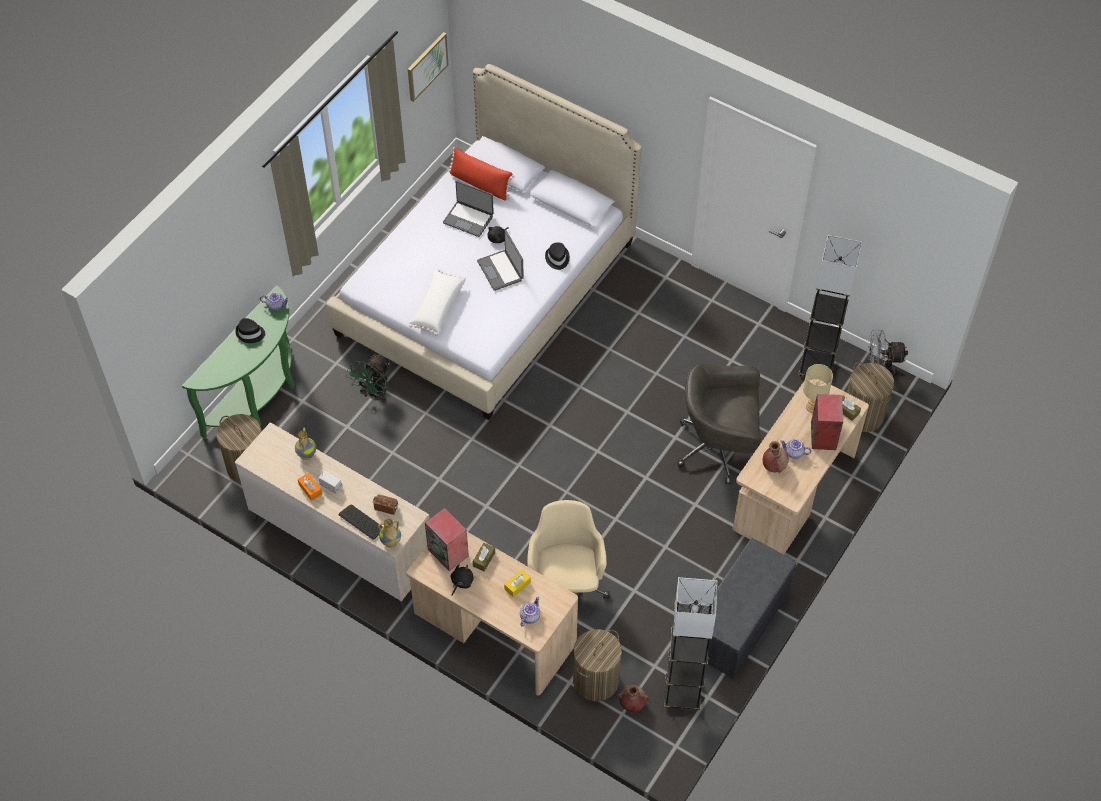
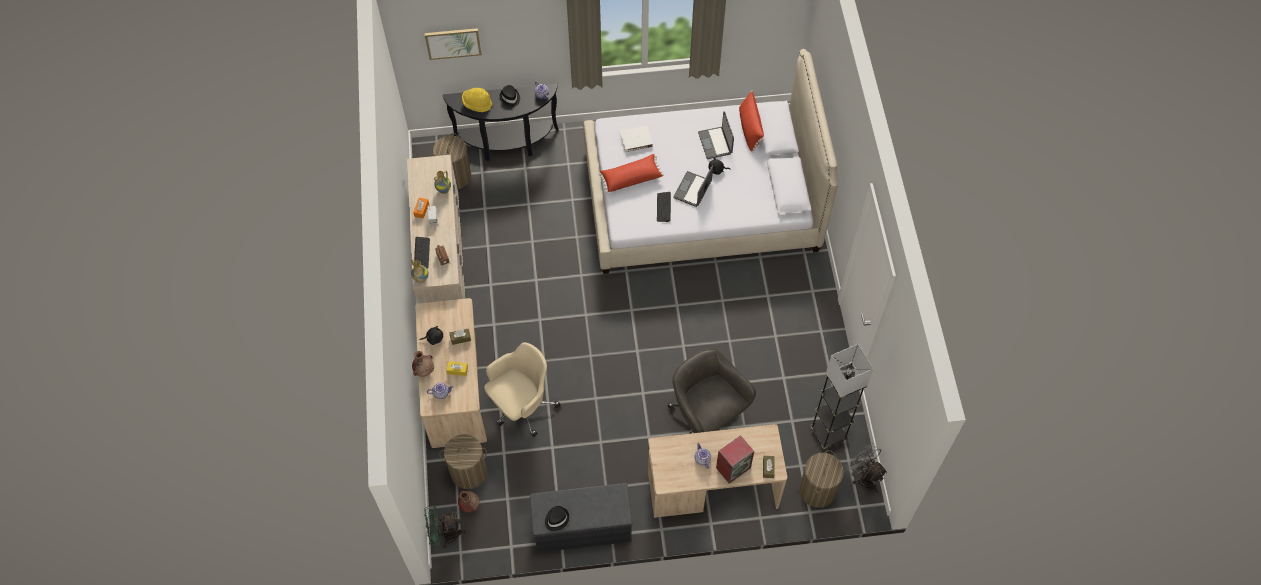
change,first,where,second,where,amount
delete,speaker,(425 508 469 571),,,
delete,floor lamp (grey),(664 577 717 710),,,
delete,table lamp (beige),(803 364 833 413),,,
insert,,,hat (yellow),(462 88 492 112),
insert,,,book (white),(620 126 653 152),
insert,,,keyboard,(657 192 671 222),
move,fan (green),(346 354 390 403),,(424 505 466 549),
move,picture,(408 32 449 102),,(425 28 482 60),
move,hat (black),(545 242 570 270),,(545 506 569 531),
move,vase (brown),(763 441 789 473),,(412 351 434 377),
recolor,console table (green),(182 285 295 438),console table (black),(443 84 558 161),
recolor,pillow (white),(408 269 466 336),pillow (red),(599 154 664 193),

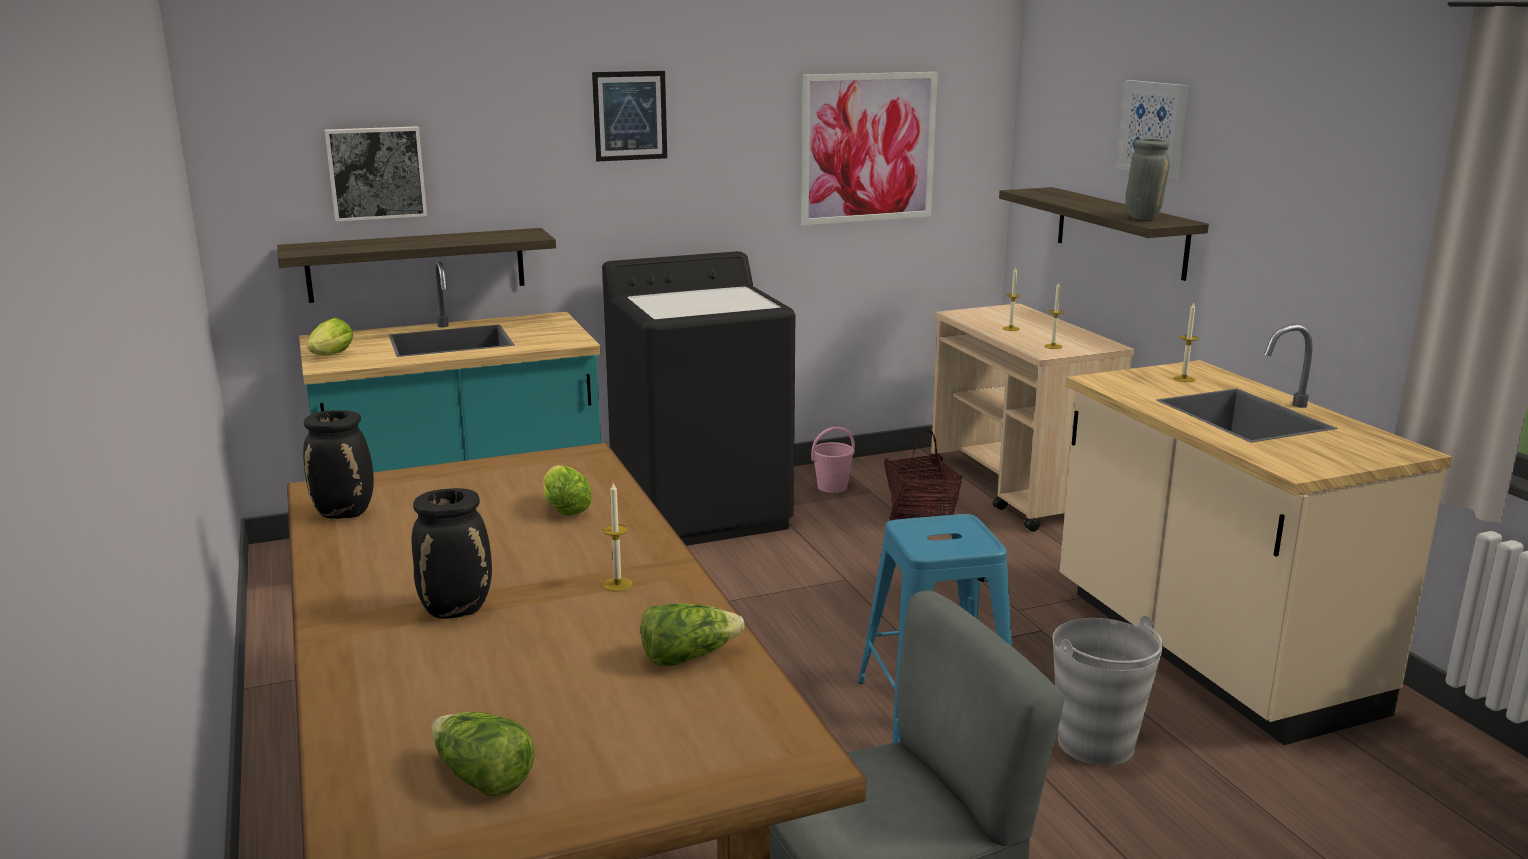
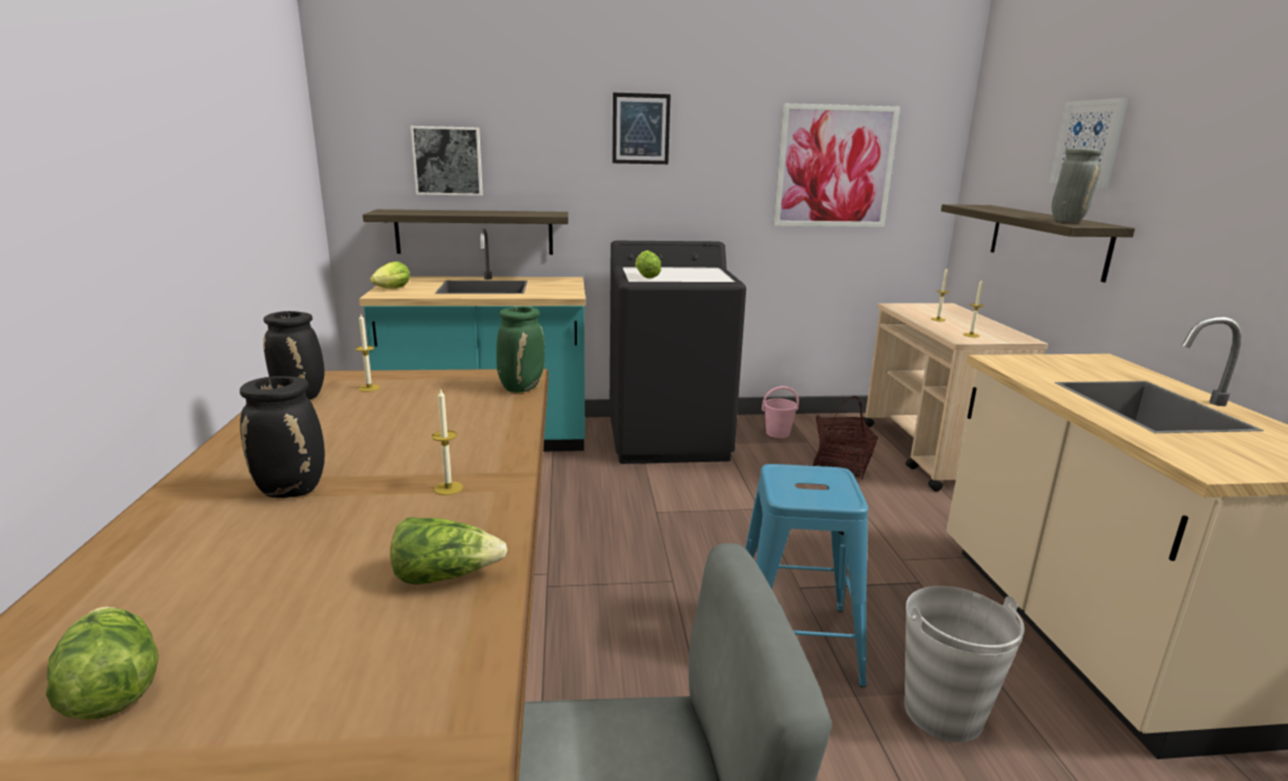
change,first,where,second,where,amount
insert,,,vase (green),(496 306 545 393),
move,lettuce,(543 465 592 516),,(635 250 661 279),
move,candle,(1173 302 1199 382),,(355 314 380 392),

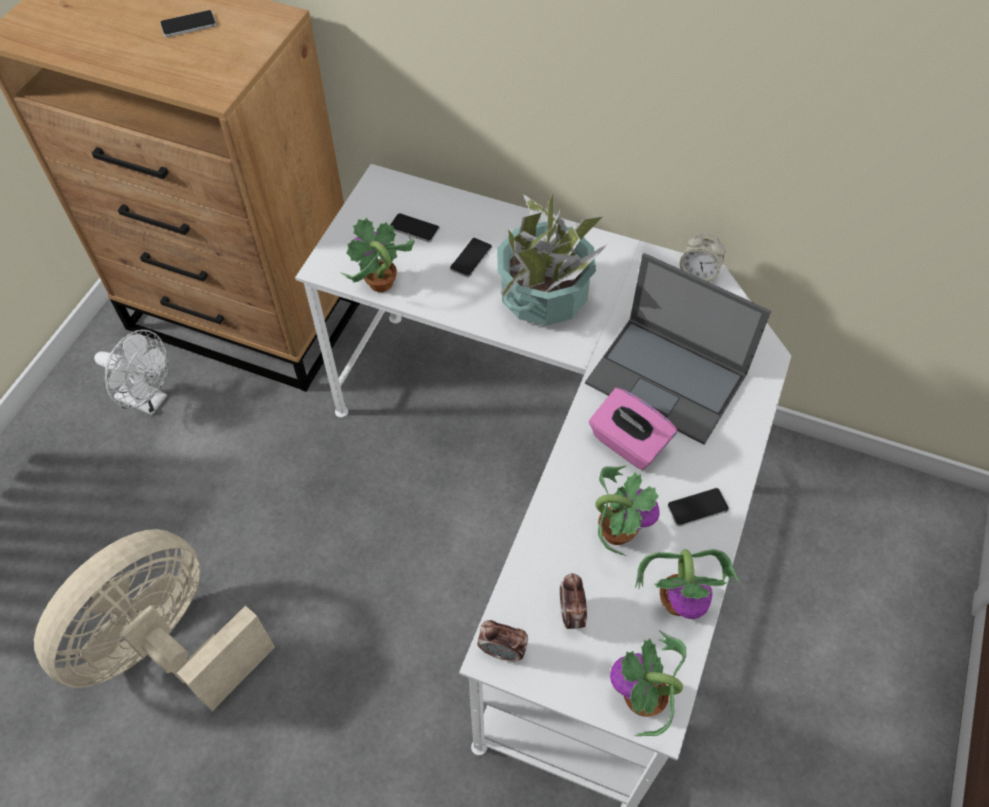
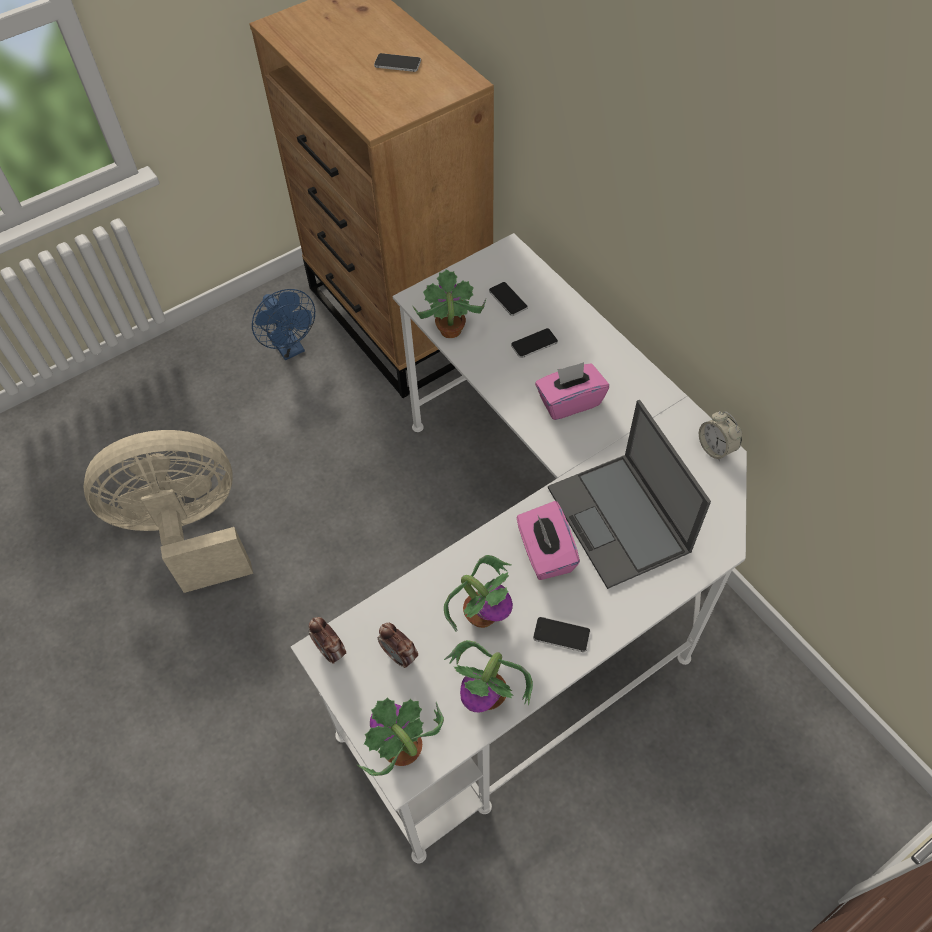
change,first,where,second,where,amount
replace,potted plant,(497 193 609 326),tissue box (pink),(535 362 609 420),
recolor,fan (white),(94 330 168 415),fan (blue),(252 289 315 360),
rotate,alarm clock,(560 573 587 629),,(378 623 418 668),75 degrees counterclockwise

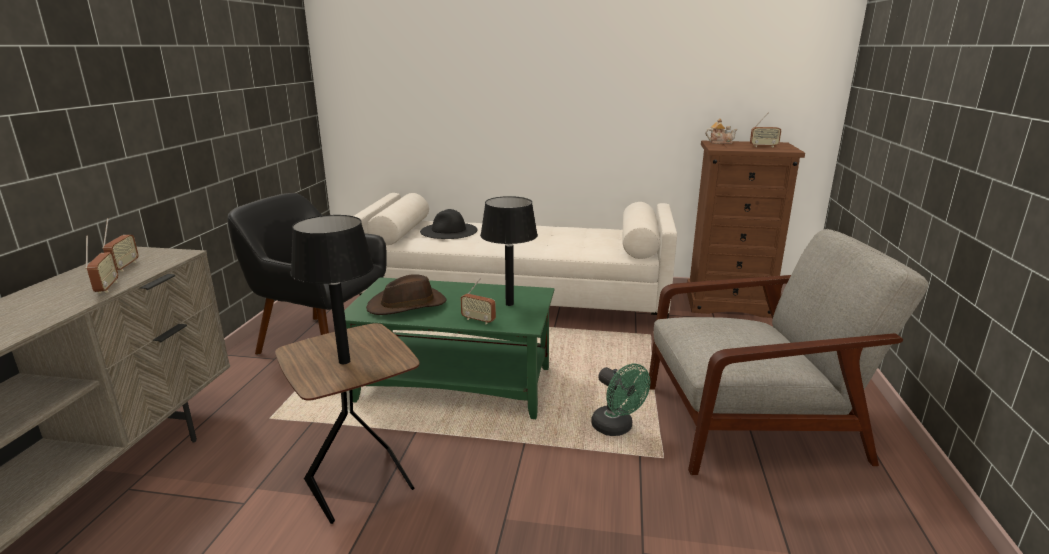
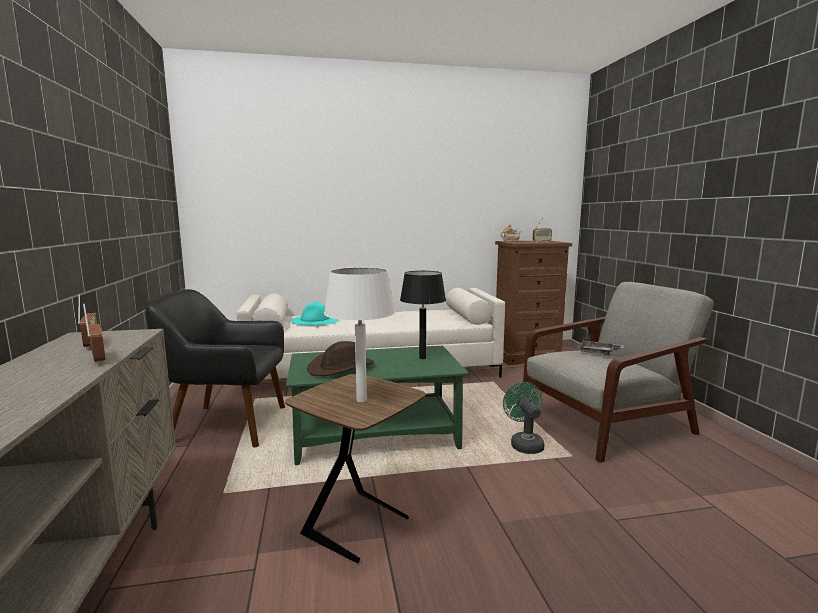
change,first,where,second,where,amount
delete,radio,(461 278 496 324),,,
insert,,,tray (grey),(578 338 624 355),
recolor,table lamp (black),(290 215 374 364),table lamp (white),(324 268 395 402),
recolor,hat (black),(420 209 477 239),hat (turquoise),(291 302 340 325),
rotate,fan (green),(591 363 650 436),,(503 382 544 454),135 degrees counterclockwise

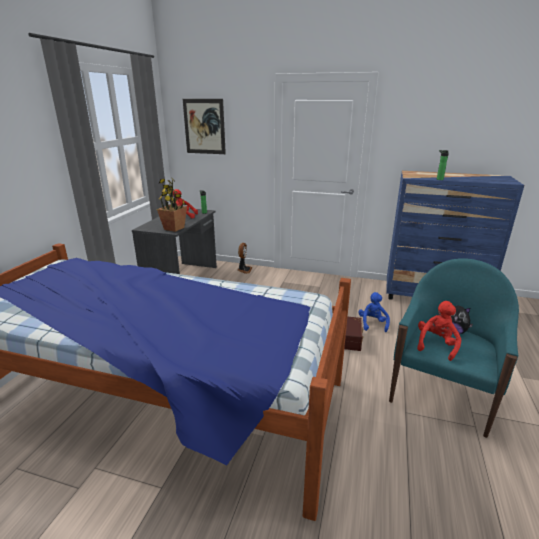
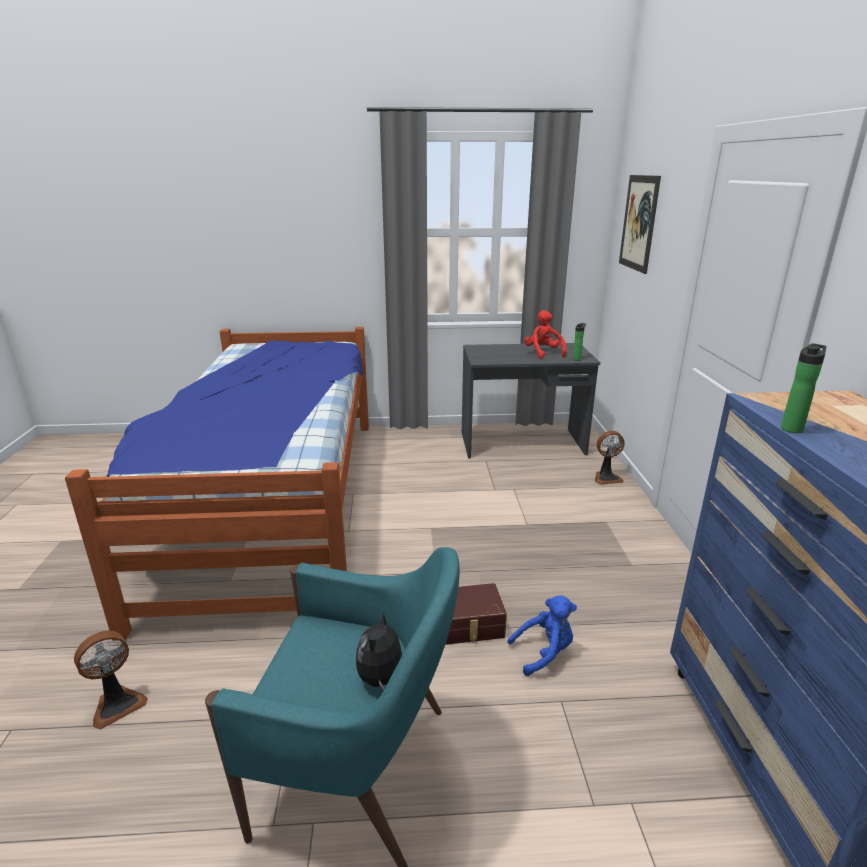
change,first,where,second,where,amount
delete,potted plant,(157 177 187 232),,,
delete,plush toy (red),(417 301 461 361),,,
insert,,,fan,(74 630 148 730),

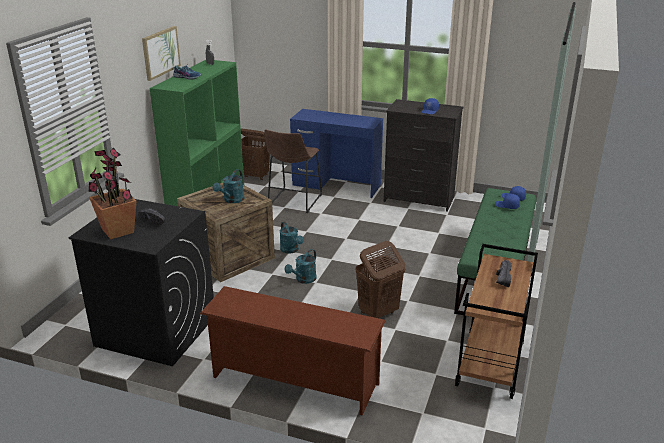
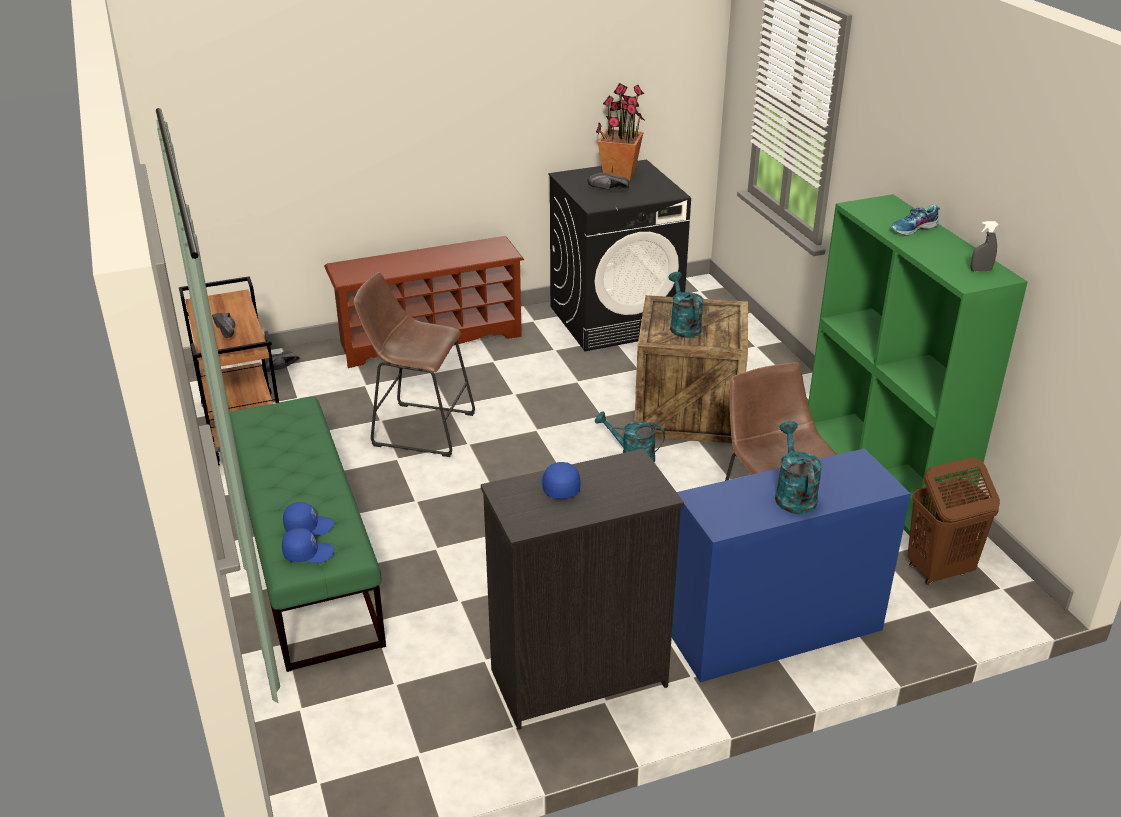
change,first,where,second,where,amount
delete,picture,(142 26 181 81),,,
insert,,,shoe (black),(262 351 299 372),
move,watering can (turquoise),(285 249 317 284),,(775 421 823 514),
replace,laundry basket (brown),(356 241 405 318),stool (brown),(353 272 475 457),

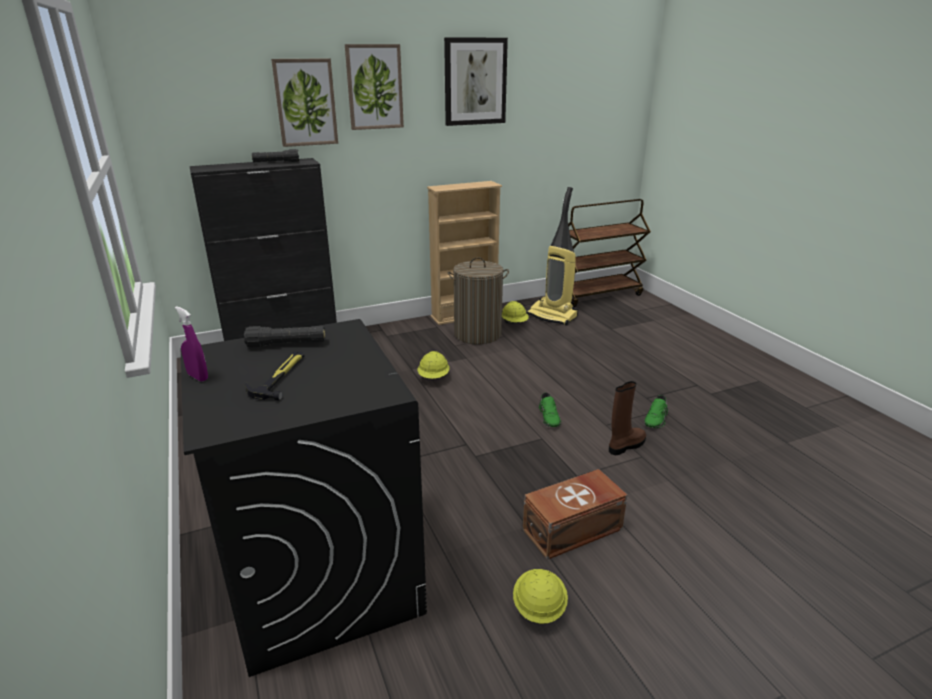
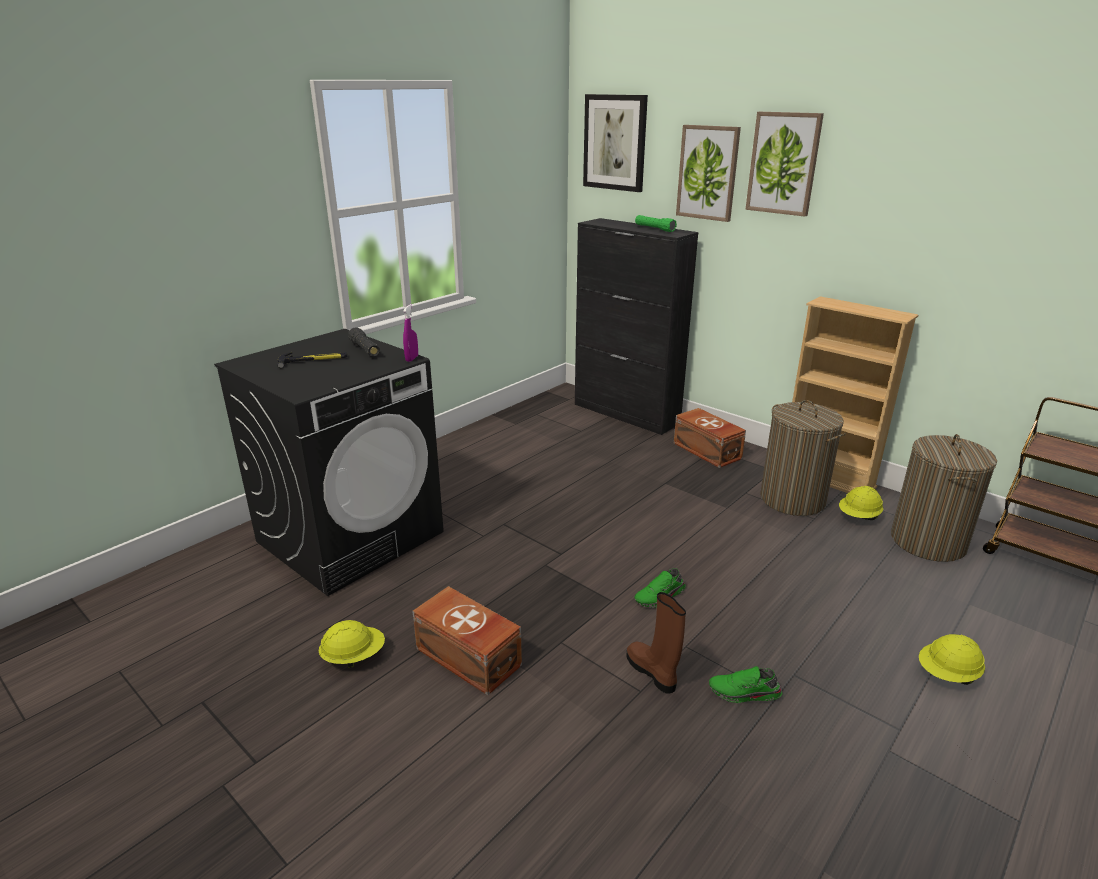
change,first,where,second,where,amount
insert,,,storage box (brown),(674 408 746 468),
move,spray bottle (purple),(175 306 208 381),,(403 304 418 362),
move,hard hat (yellow),(417 351 450 379),,(919 634 985 685),
move,picture,(444 37 508 126),,(583 94 648 192),
replace,vacuum cleaner,(527 187 579 326),laundry basket,(891 434 997 562),
recolor,flashlight (black),(252 149 299 162),flashlight (green),(635 215 677 232),
rotate,boot (brown),(609 381 646 455),,(626 592 686 694),150 degrees counterclockwise

